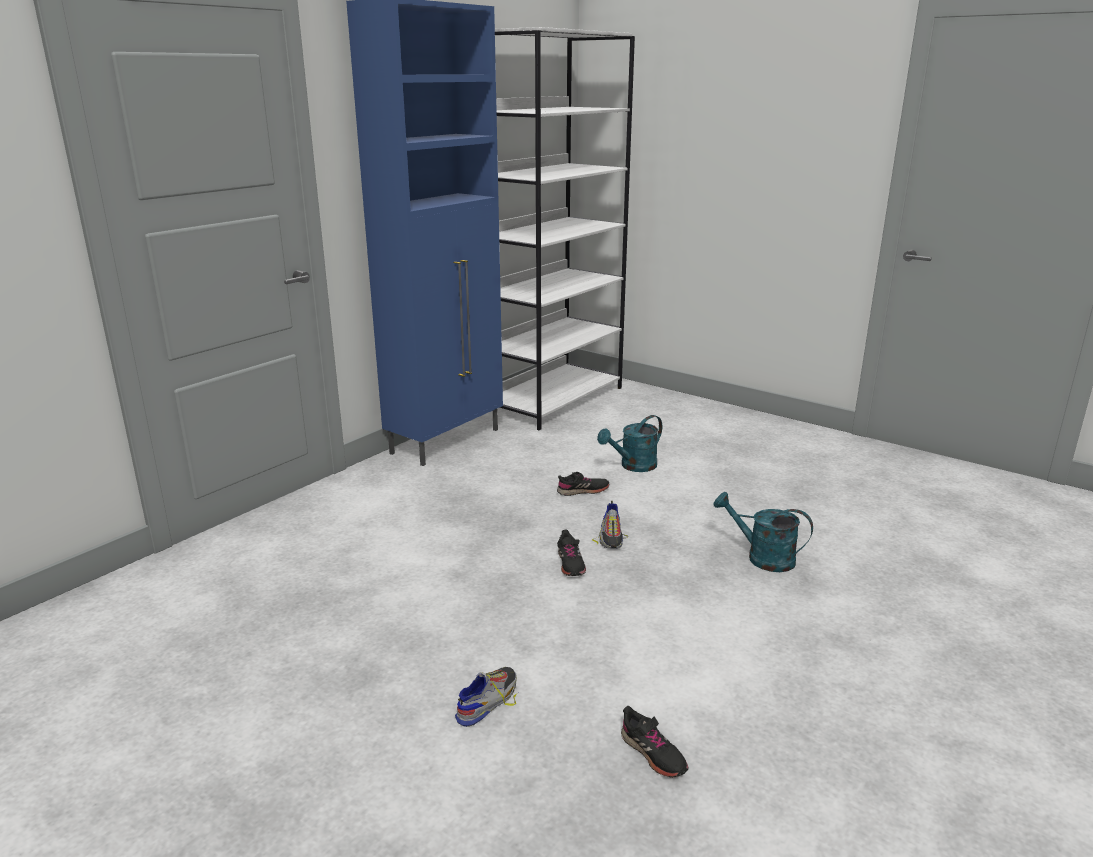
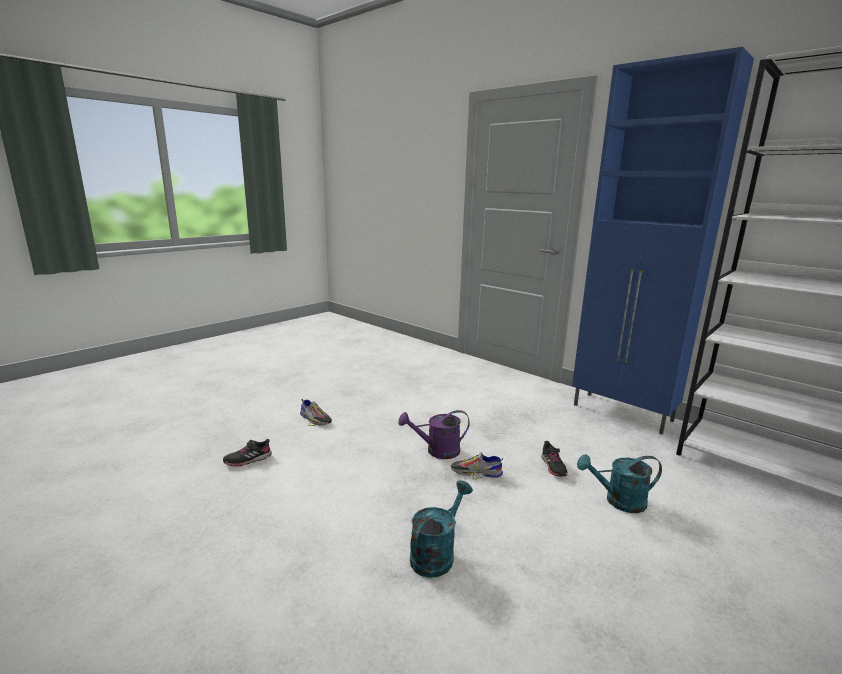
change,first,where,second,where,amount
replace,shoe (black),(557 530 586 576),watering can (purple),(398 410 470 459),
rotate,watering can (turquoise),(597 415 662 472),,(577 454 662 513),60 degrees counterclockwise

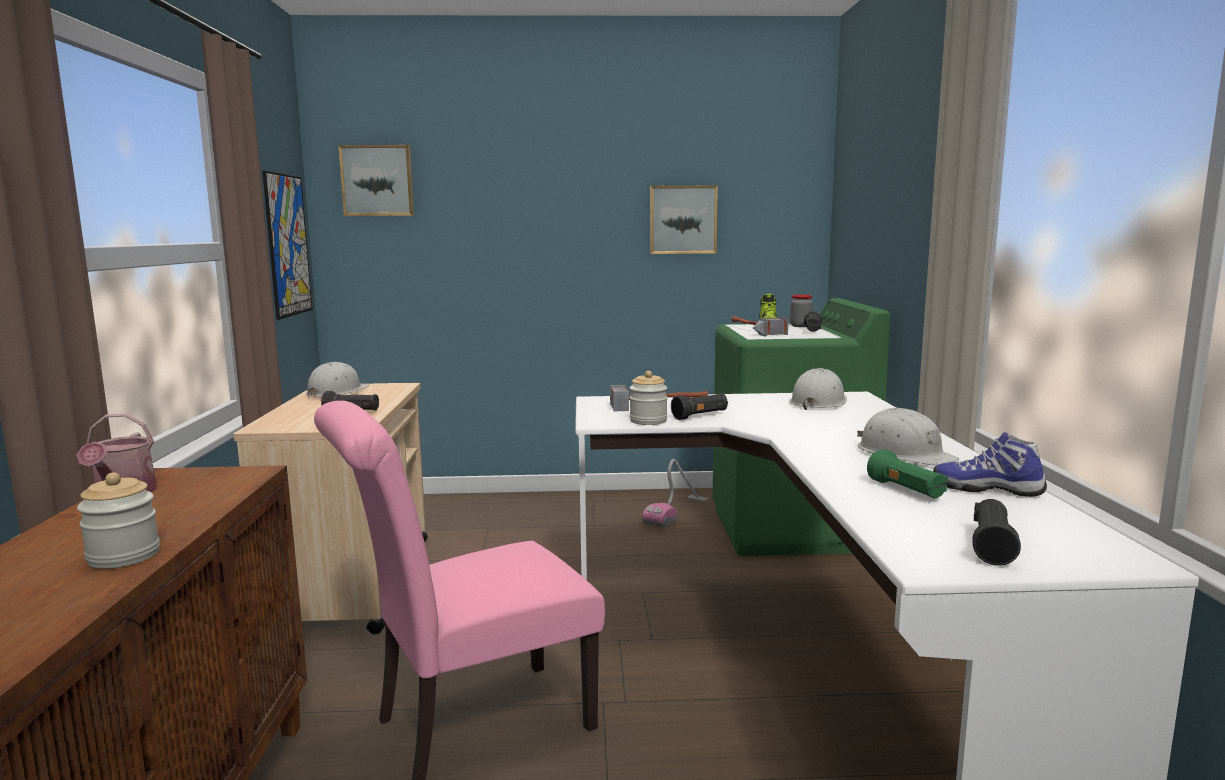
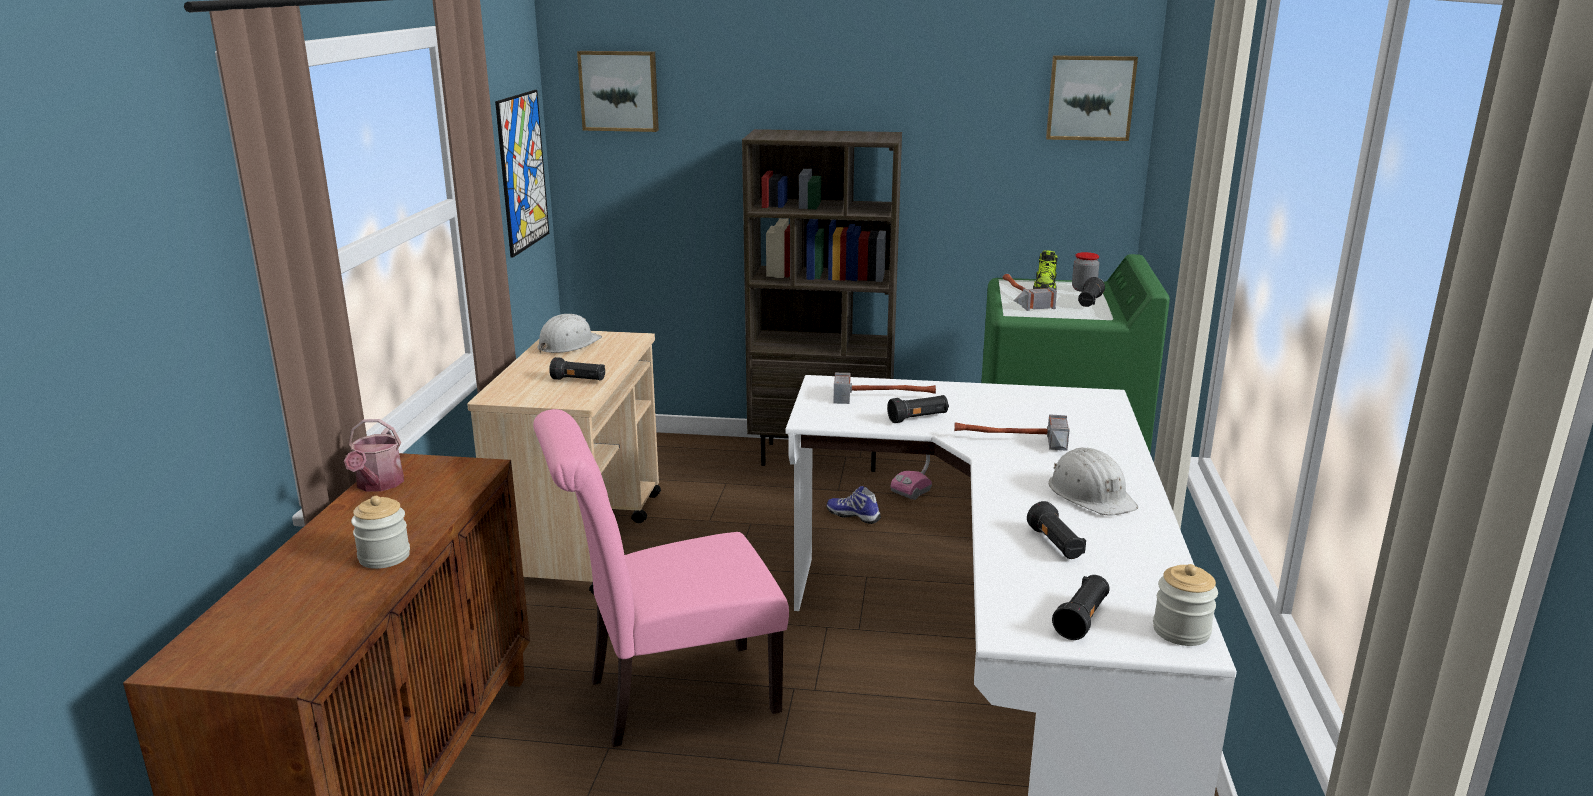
change,first,where,second,where,amount
delete,hard hat (white),(789 368 847 410),,,
insert,,,bookcase (brown),(742 129 902 472),
insert,,,hammer,(954 414 1070 451),
move,jar,(630 371 667 425),,(1153 564 1218 646),
move,picture,(650 185 718 254),,(1046 55 1138 141),
move,shoe,(933 432 1047 497),,(826 486 881 524),
recolor,flashlight (green),(867 449 948 498),flashlight (black),(1027 501 1086 559),

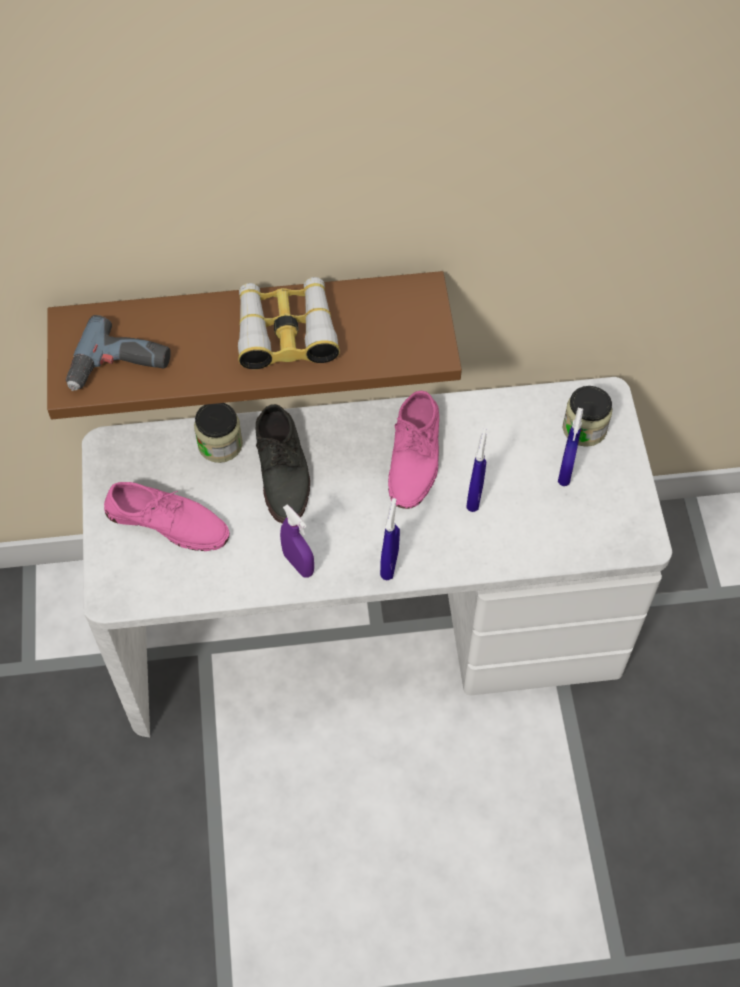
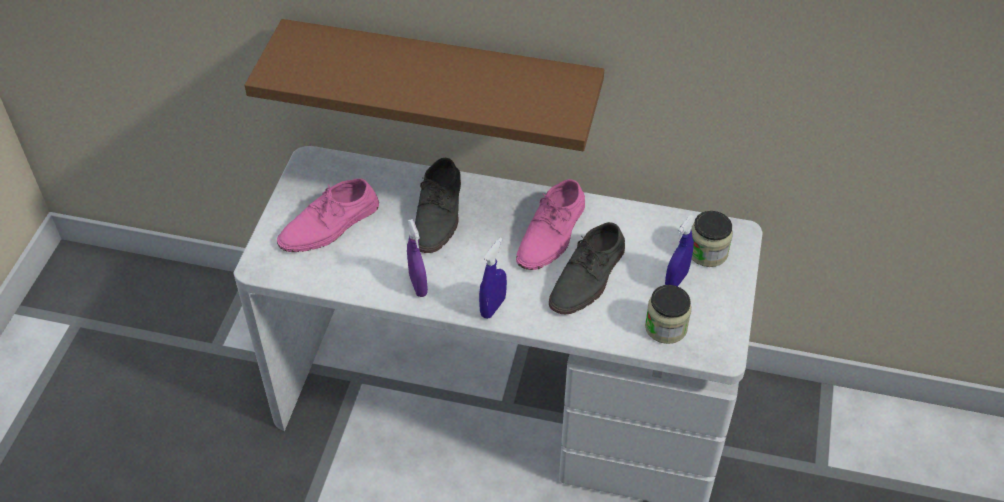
change,first,where,second,where,amount
delete,power drill,(66 315 171 391),,,
delete,binoculars,(238 277 340 369),,,
move,jar,(194 403 243 463),,(645 285 692 344),
replace,spray bottle (blue),(466 429 487 512),shoe (grey),(549 222 625 314),
rotate,shoe (pink),(104 482 230 551),,(277 179 379 252),105 degrees clockwise

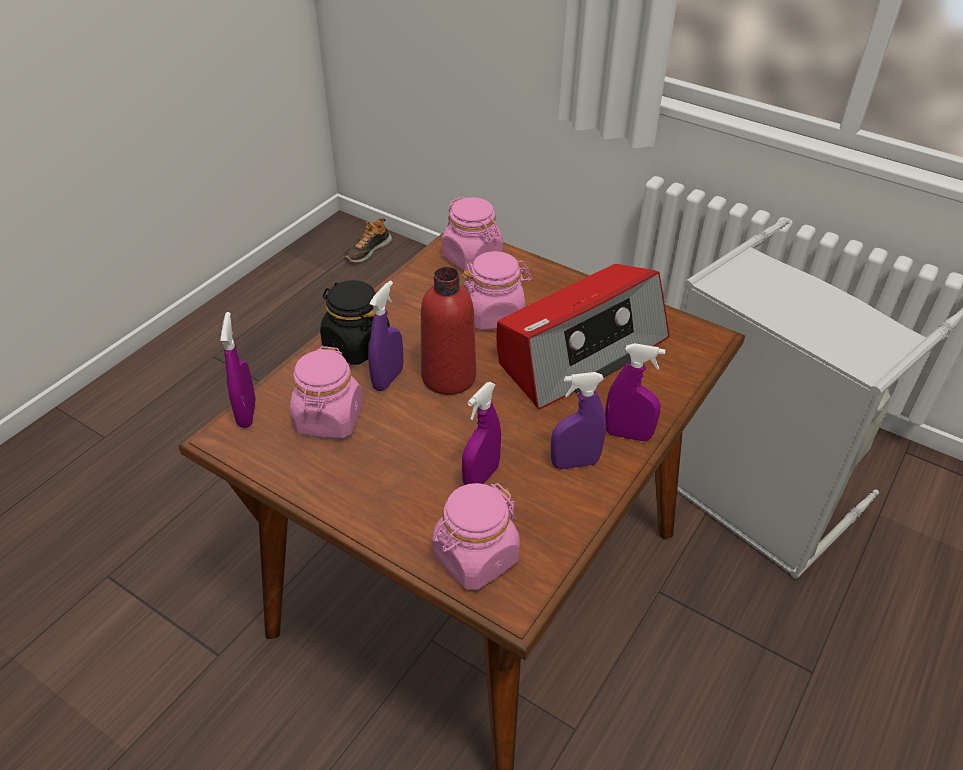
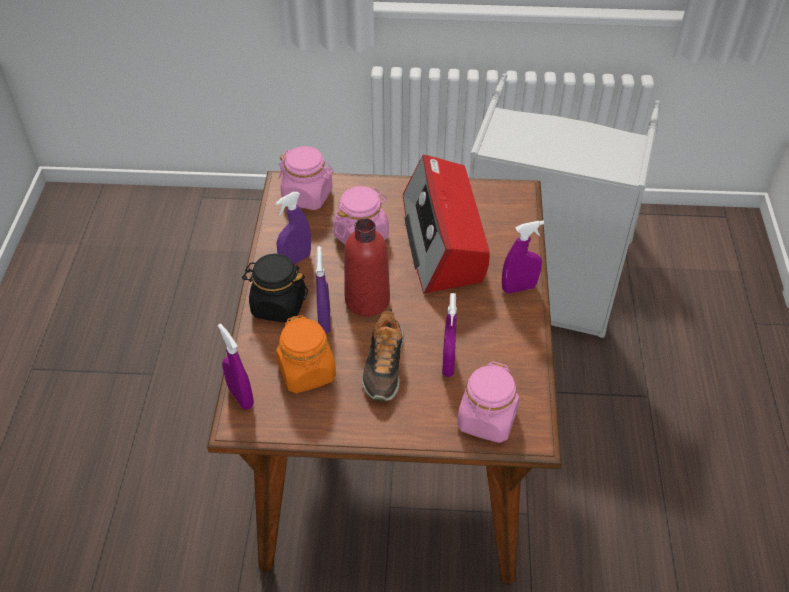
change,first,where,second,where,amount
move,shoe,(345 218 392 263),,(362 309 404 402),
move,spray bottle (purple),(551 372 606 469),,(275 192 311 265),
recolor,jar (pink),(290 346 363 439),jar (orange),(276 315 336 393),
rotate,radio,(496 264 670 409),,(403 155 490 294),150 degrees clockwise

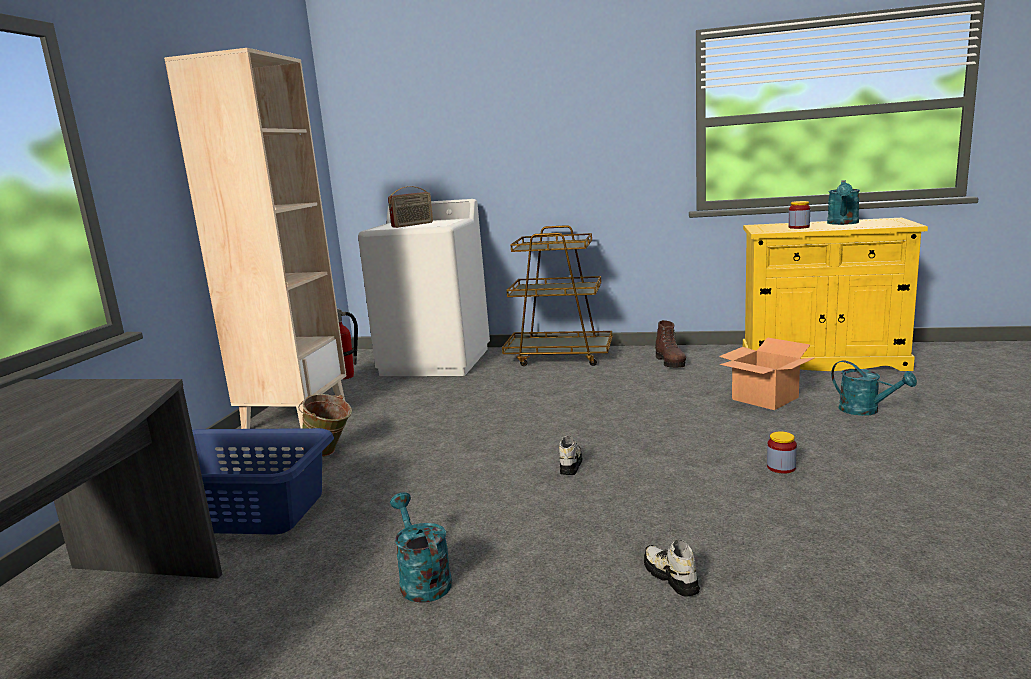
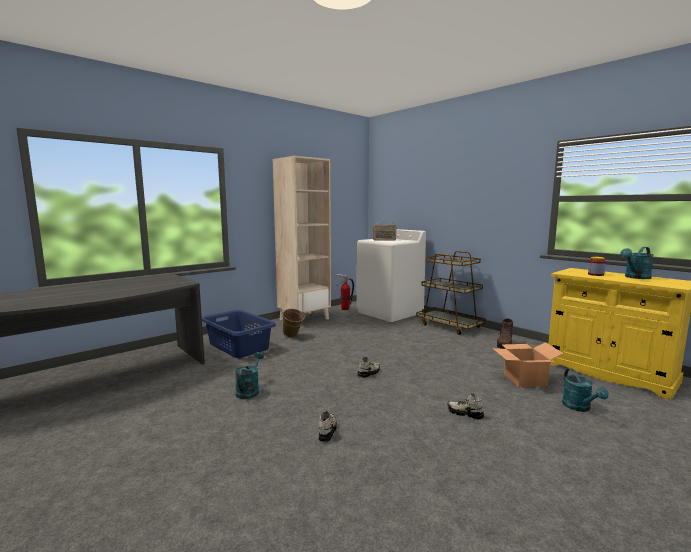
change,first,where,second,where,amount
replace,jar,(767 431 797 473),shoe,(447 393 484 420),

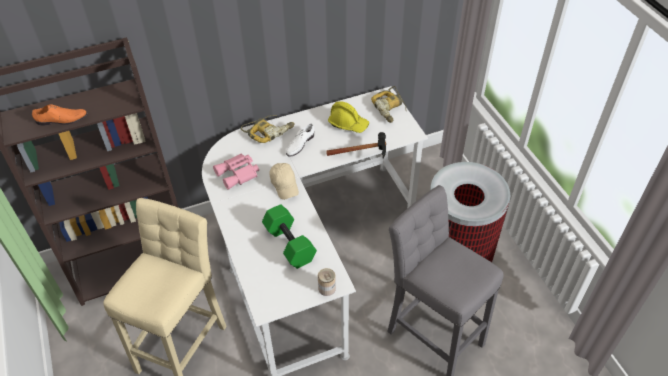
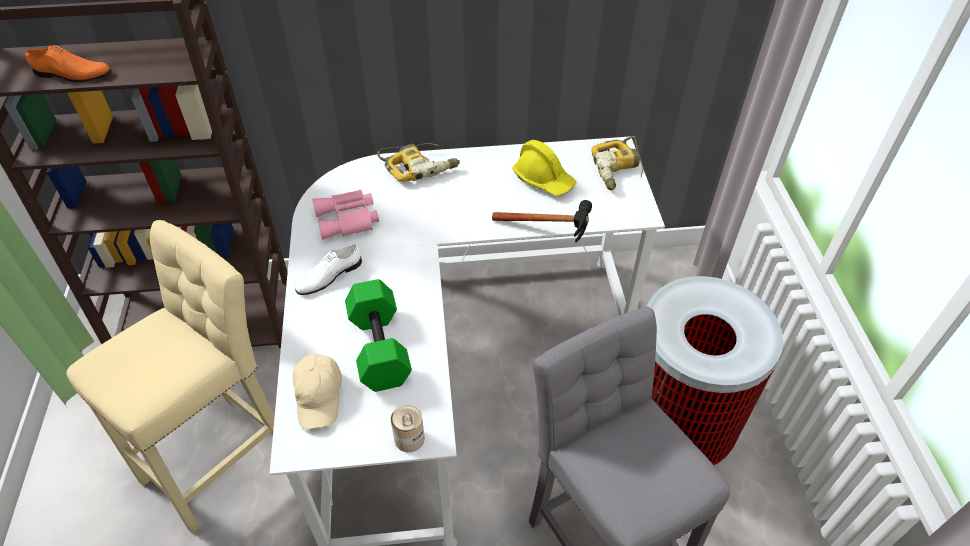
change,first,where,second,where,amount
move,cap (beige),(269 163 299 200),,(293 354 342 429),
move,shoe (white),(286 124 314 157),,(295 244 362 295),

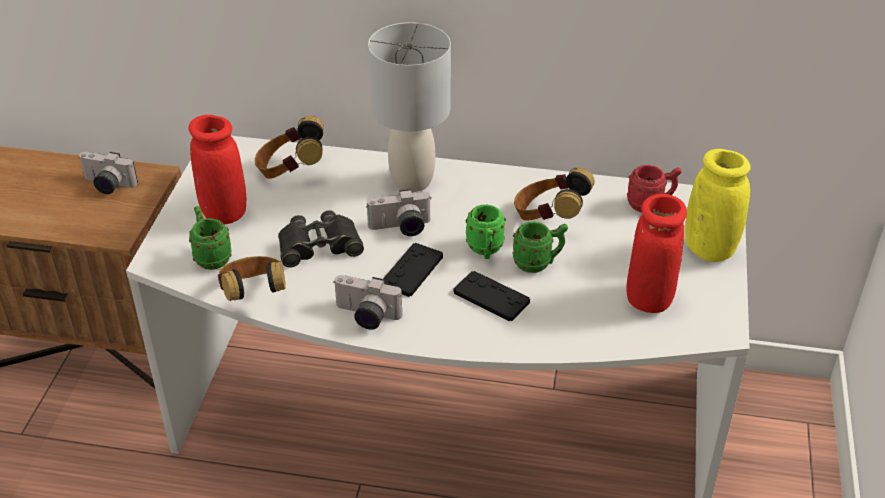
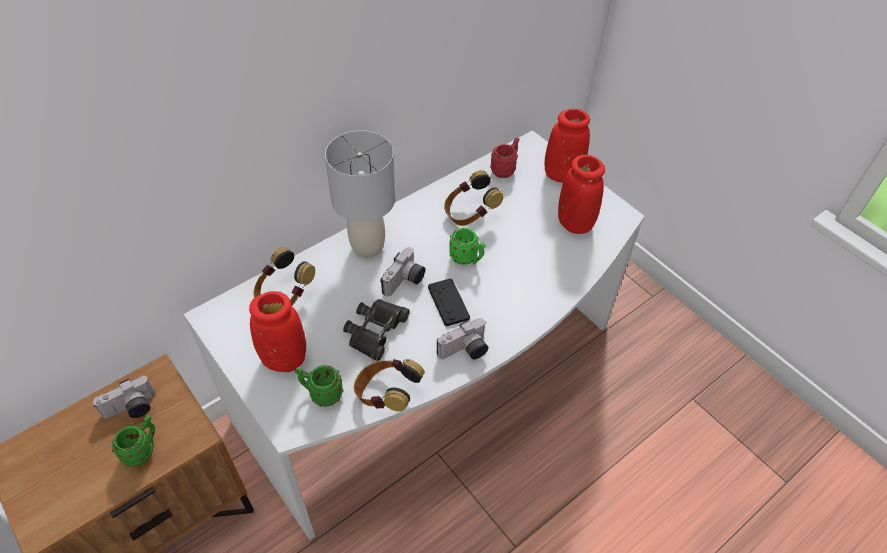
change,first,where,second,where,amount
delete,game controller (black),(454 271 530 321),,,
move,mug (green),(513 222 568 273),,(112 415 155 467),
recolor,vase (yellow),(685 149 751 262),vase (red),(545 109 590 183),

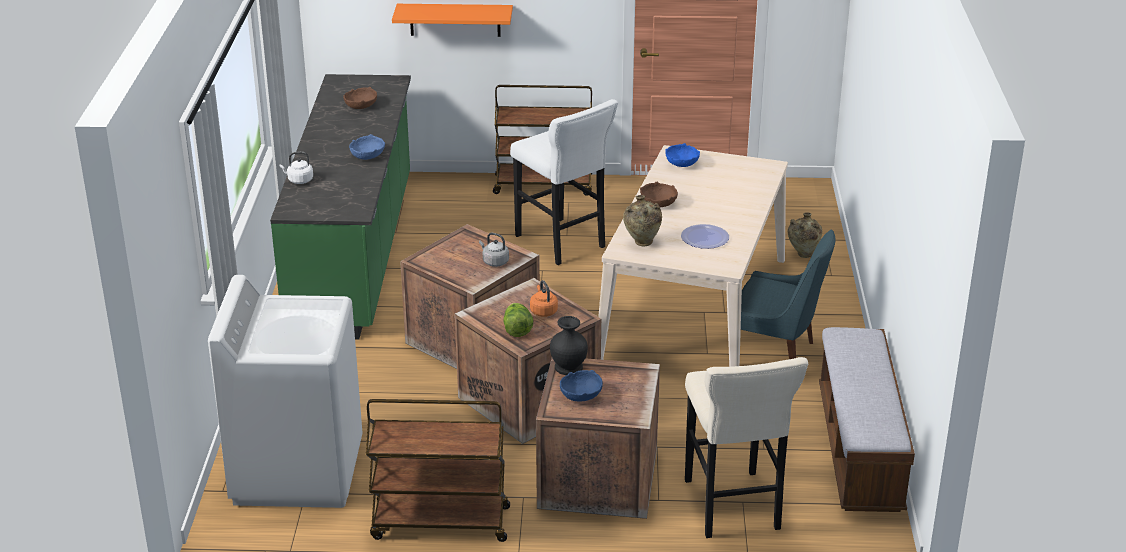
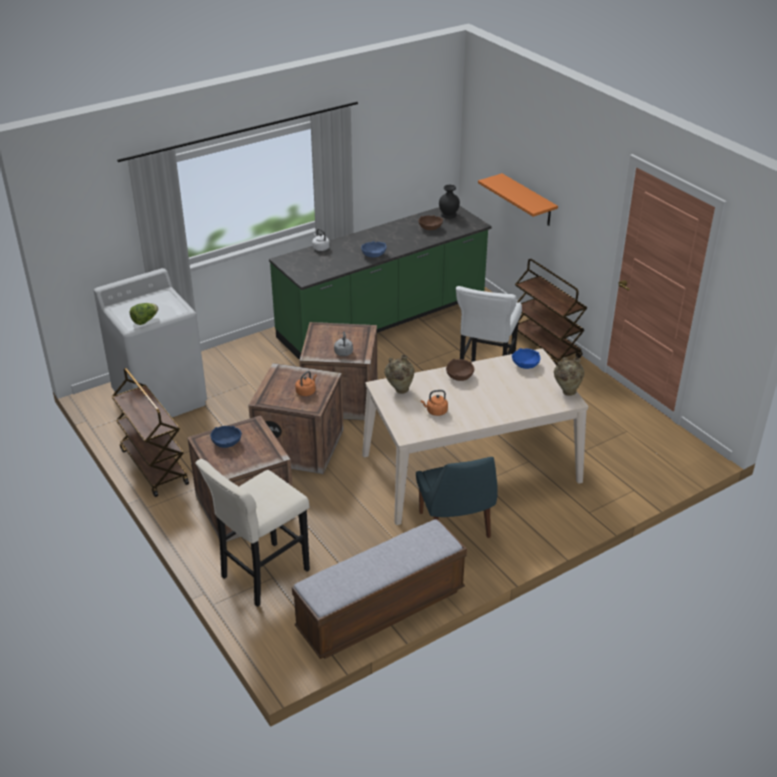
change,first,where,second,where,amount
move,lettuce,(503 303 533 337),,(130 303 158 325),
move,vase (black),(550 316 588 375),,(439 185 460 219),
move,vase (beige),(788 213 822 258),,(554 357 584 396),
replace,plate,(681 224 729 249),kettle (orange),(421 390 448 416),

